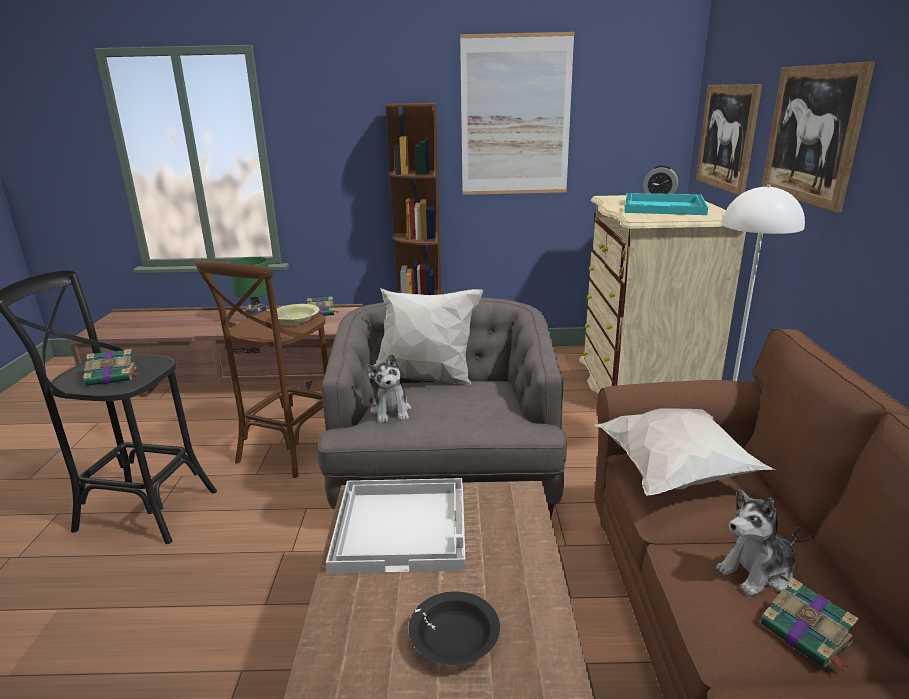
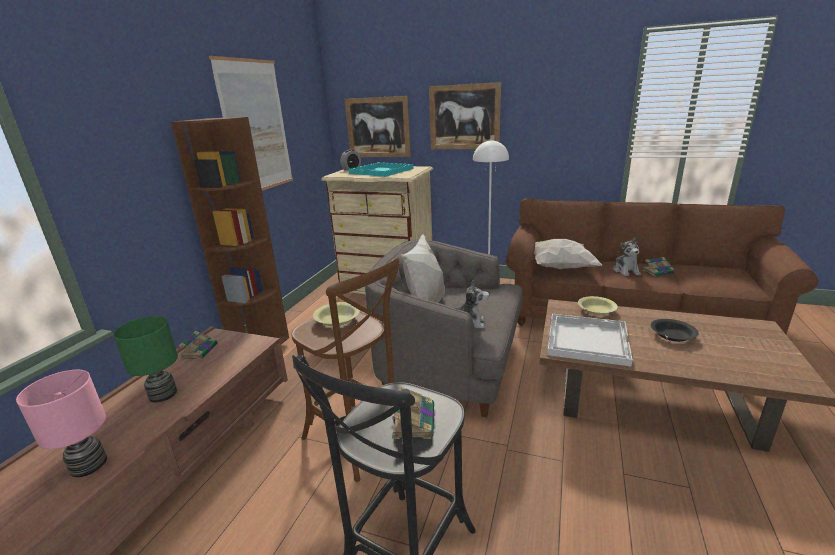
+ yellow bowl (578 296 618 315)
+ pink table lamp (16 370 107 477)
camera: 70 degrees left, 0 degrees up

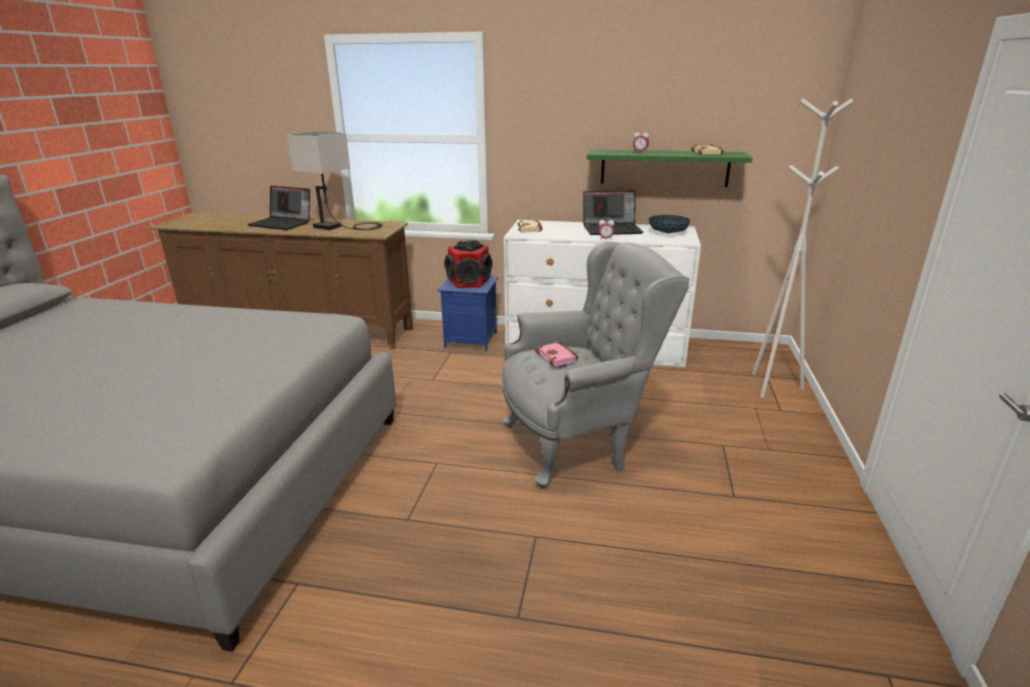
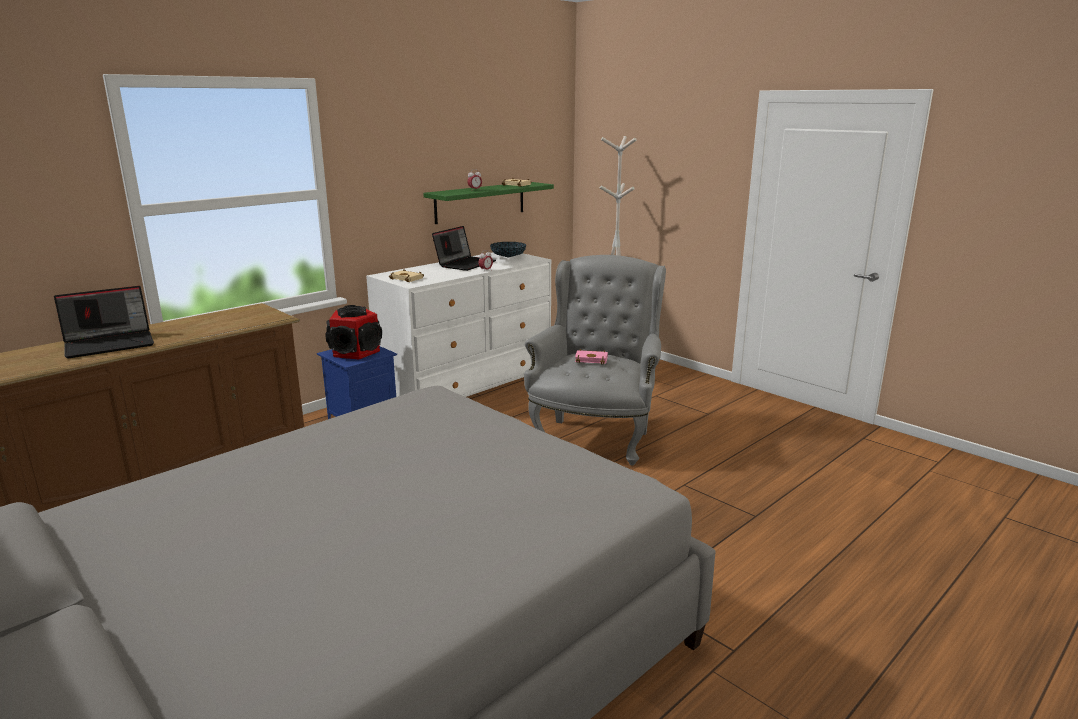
- table lamp (287 131 382 230)
camera: 55 degrees left, 5 degrees down

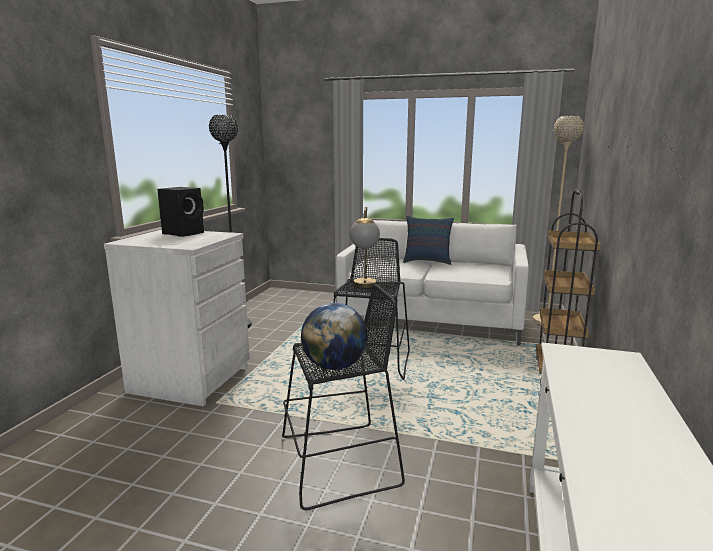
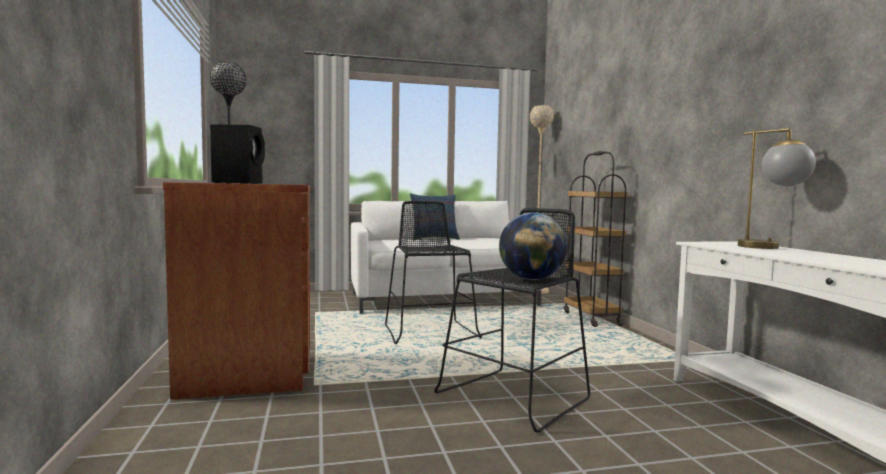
~ table lamp (350 207 380 288) to (738 128 816 249)
~ white dresser (104 230 250 406) to brown dresser (163 182 310 400)
camera: 30 degrees left, 10 degrees down

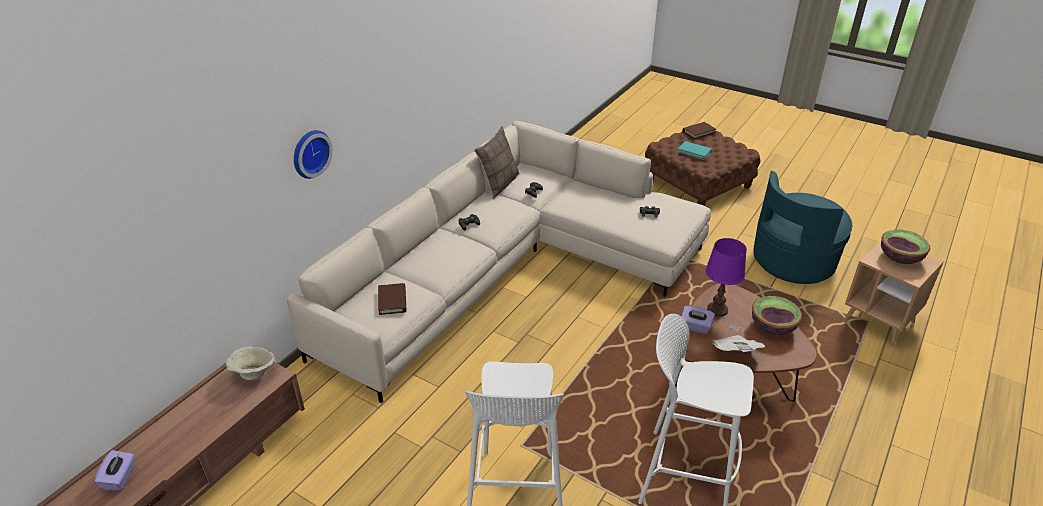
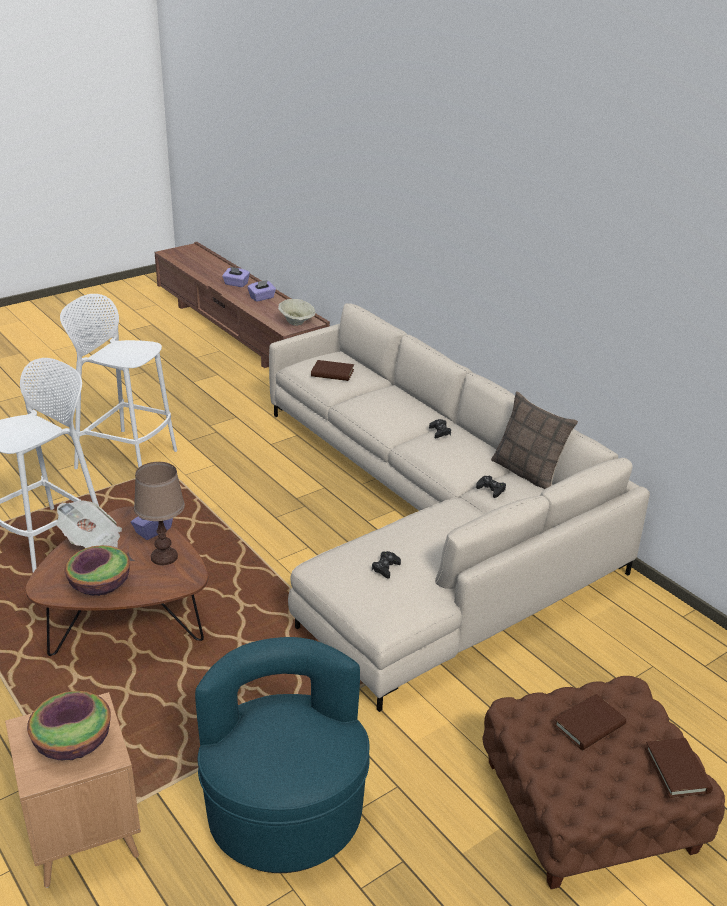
- wall clock (294 130 333 179)
~ turquoise book (677 141 712 160) to brown book (553 694 626 751)
~ purple table lamp (705 238 747 317) to brown table lamp (134 462 185 565)
+ purple tissue box (248 280 276 302)
camera: 110 degrees right, 5 degrees down

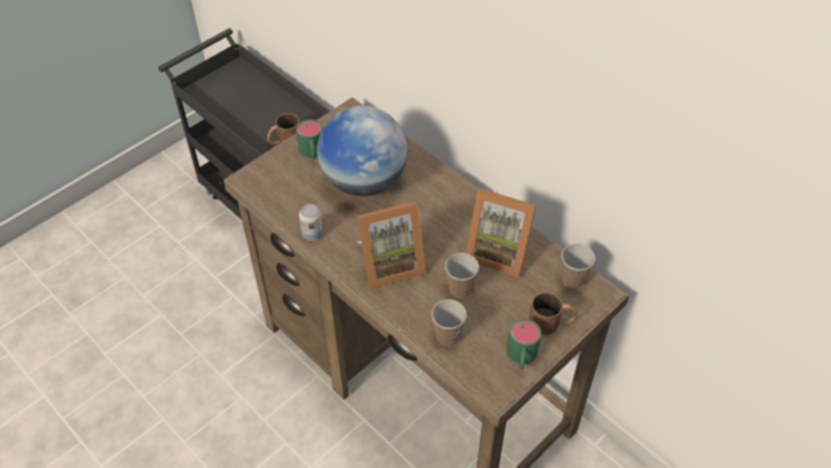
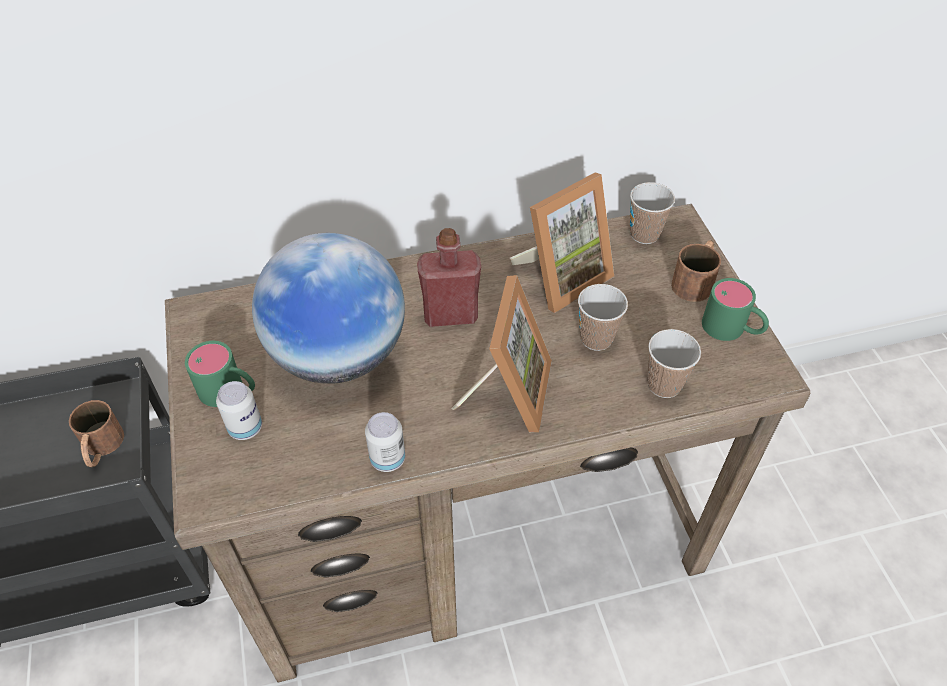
+ red bottle (417 228 481 327)
+ can (216 381 262 440)
camera: 60 degrees left, 0 degrees up

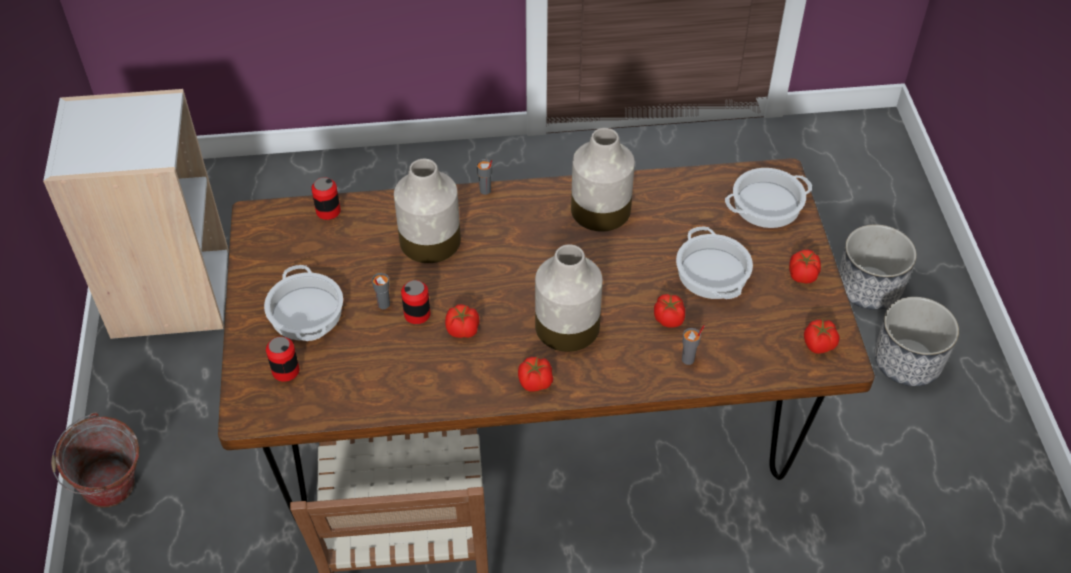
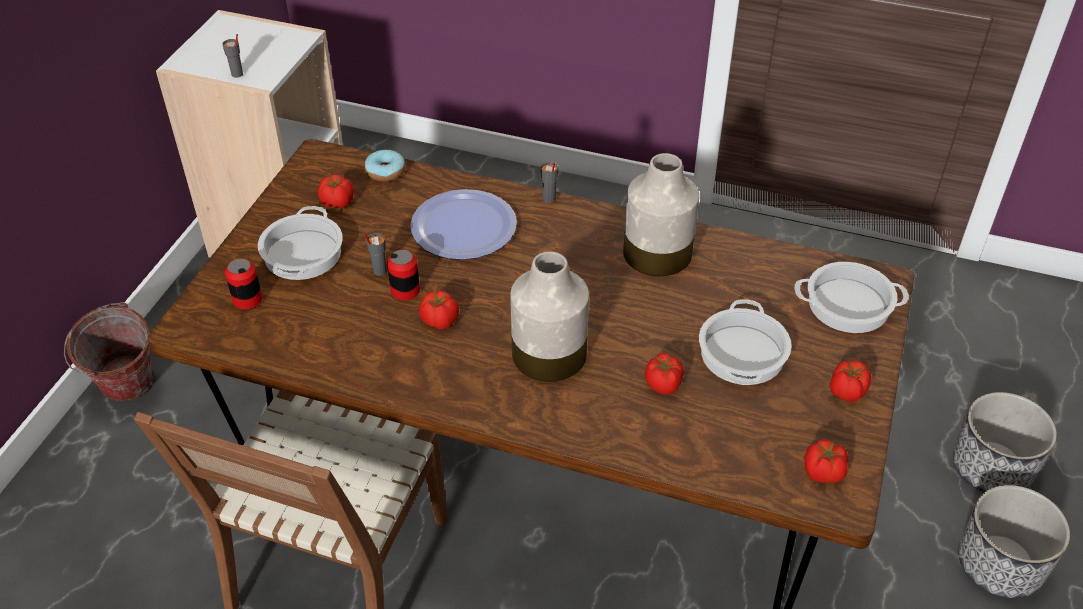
~ beige vase (394 159 461 263) to plate (410 189 517 260)
~ can (311 177 341 220) to donut (365 150 405 182)
~ grey cup (682 325 705 365) to (222 34 243 78)
~ tomato (518 356 553 391) to (318 174 354 208)
camera: 25 degrees right, 5 degrees down

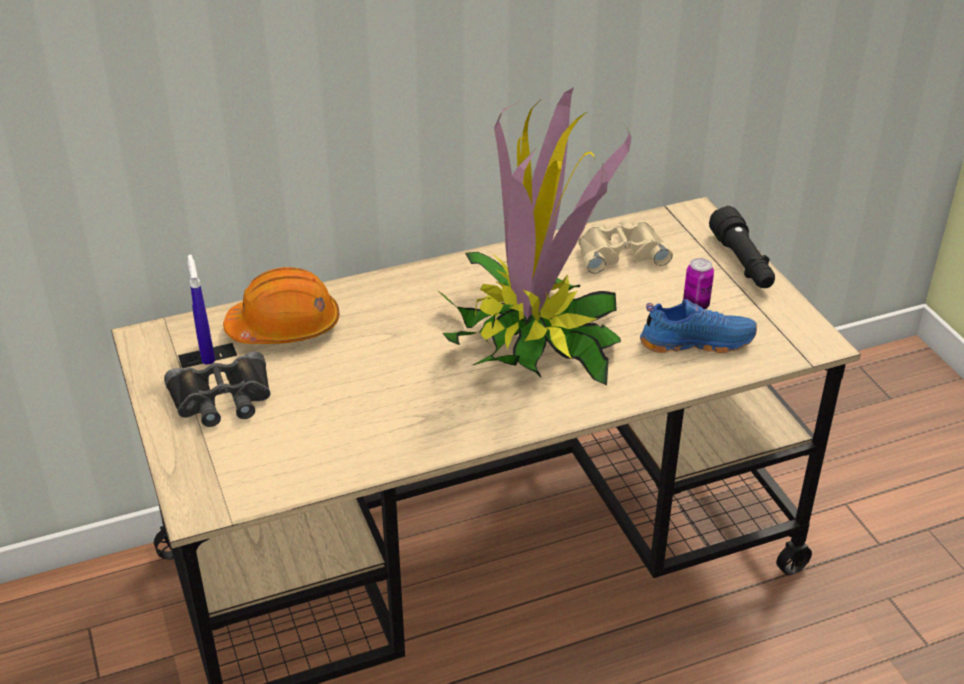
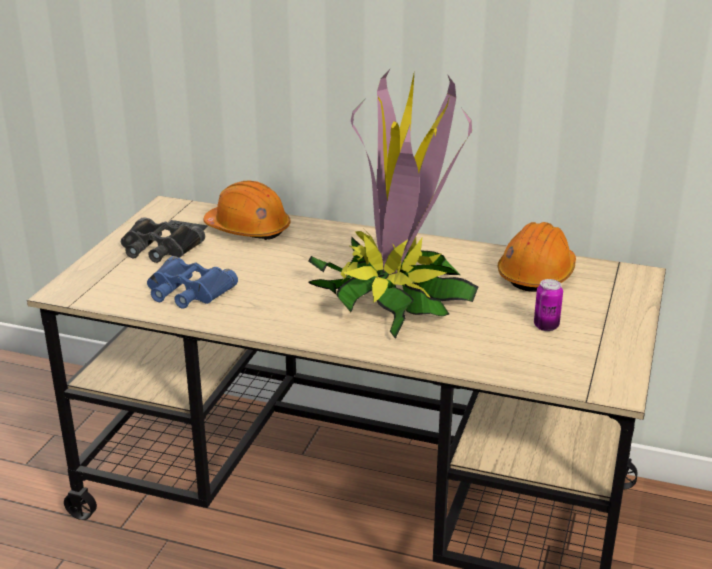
- black flashlight (709 206 775 288)
~ beige binoculars (578 219 673 274) to orange hard hat (498 222 576 292)
- blue spray bottle (188 254 215 365)
- blue shoe (640 299 757 353)
+ blue binoculars (147 256 238 309)
camera: 40 degrees right, 10 degrees down

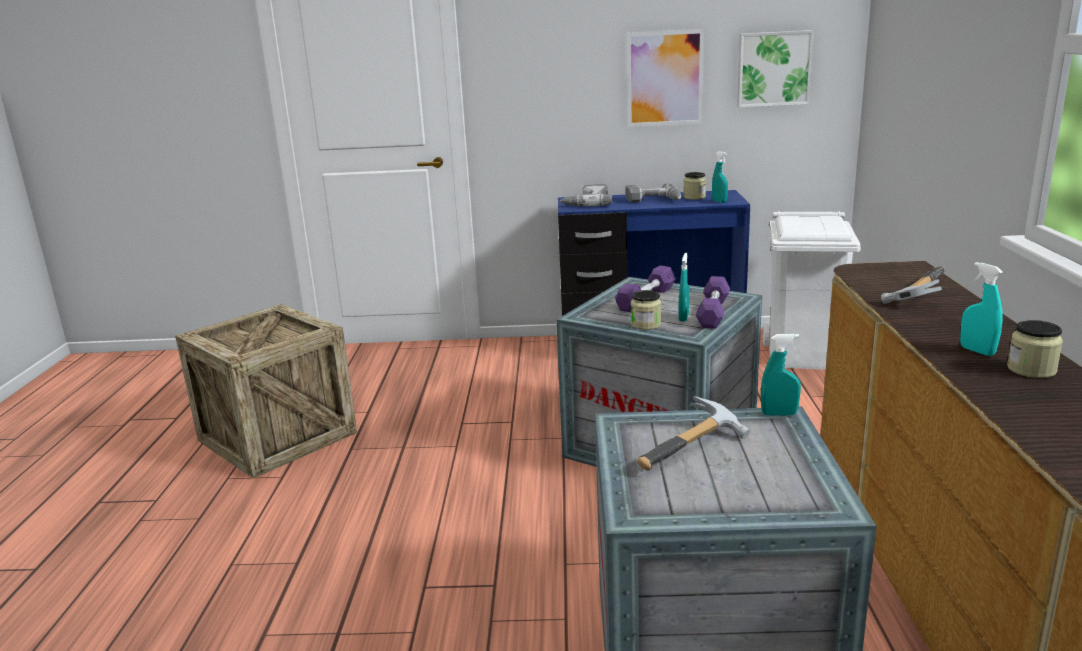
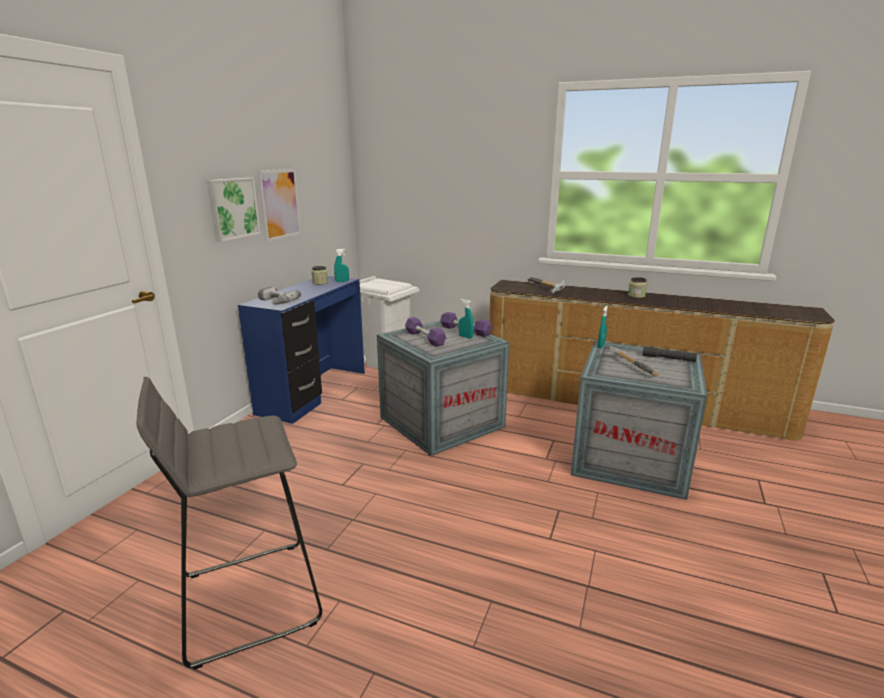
~ picture (737 30 814 108) to (207 178 261 242)
- power drill (625 183 682 202)
- turquoise spray bottle (960 262 1003 356)
- jar (631 290 661 330)
~ crate (175 304 357 478) to grey stool (136 377 322 670)
+ grey flashlight (642 346 697 362)
camera: 70 degrees left, 0 degrees up

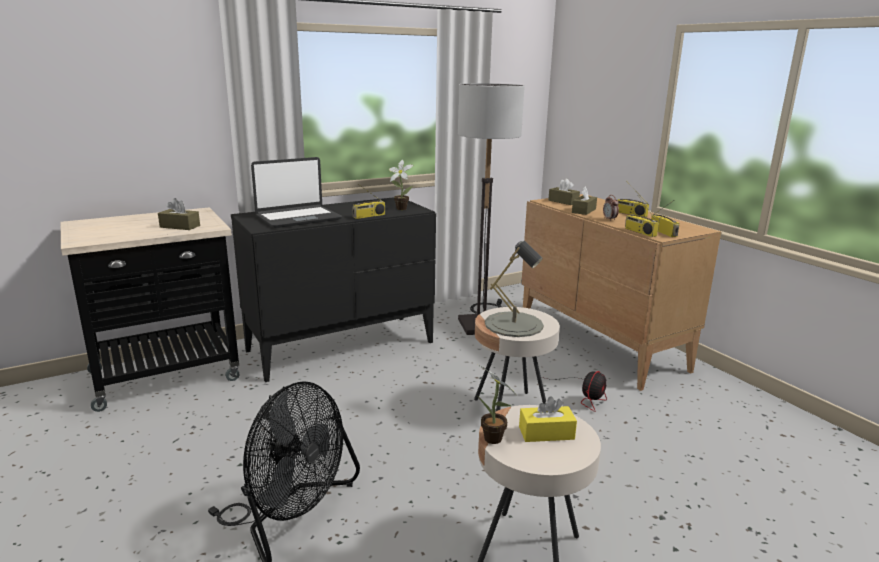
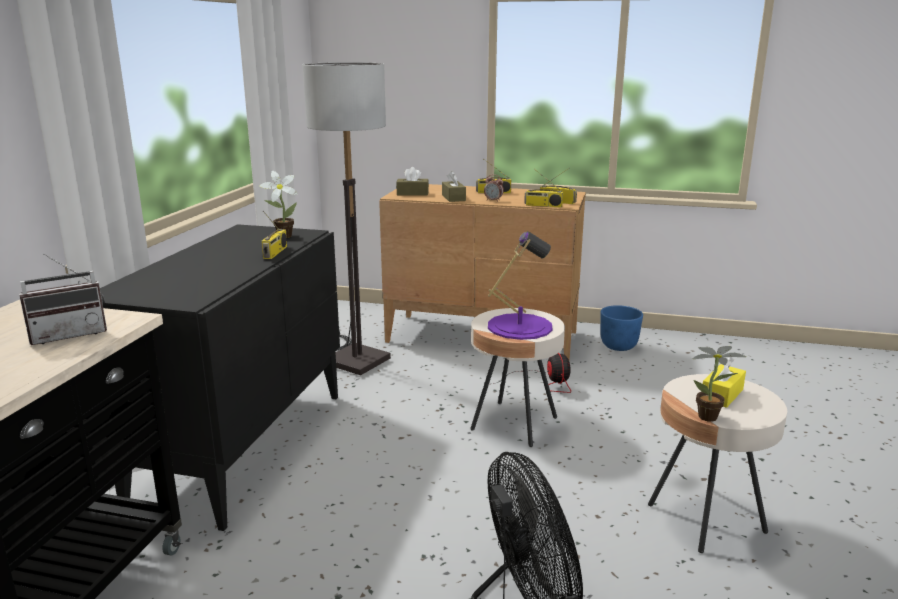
- laptop (251 157 342 228)
~ brown tissue box (158 198 200 230) to radio (19 253 107 345)
~ grey table lamp (485 241 544 337) to purple table lamp (488 231 553 340)
+ blue planter (600 305 643 351)
camera: 45 degrees left, 0 degrees up

